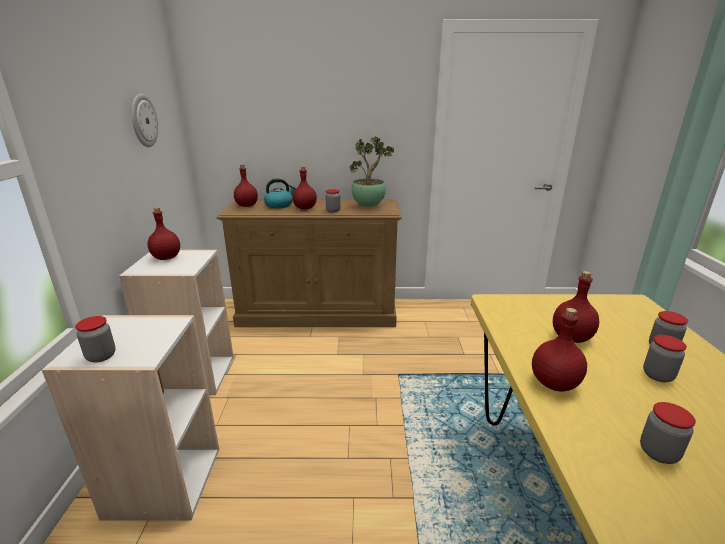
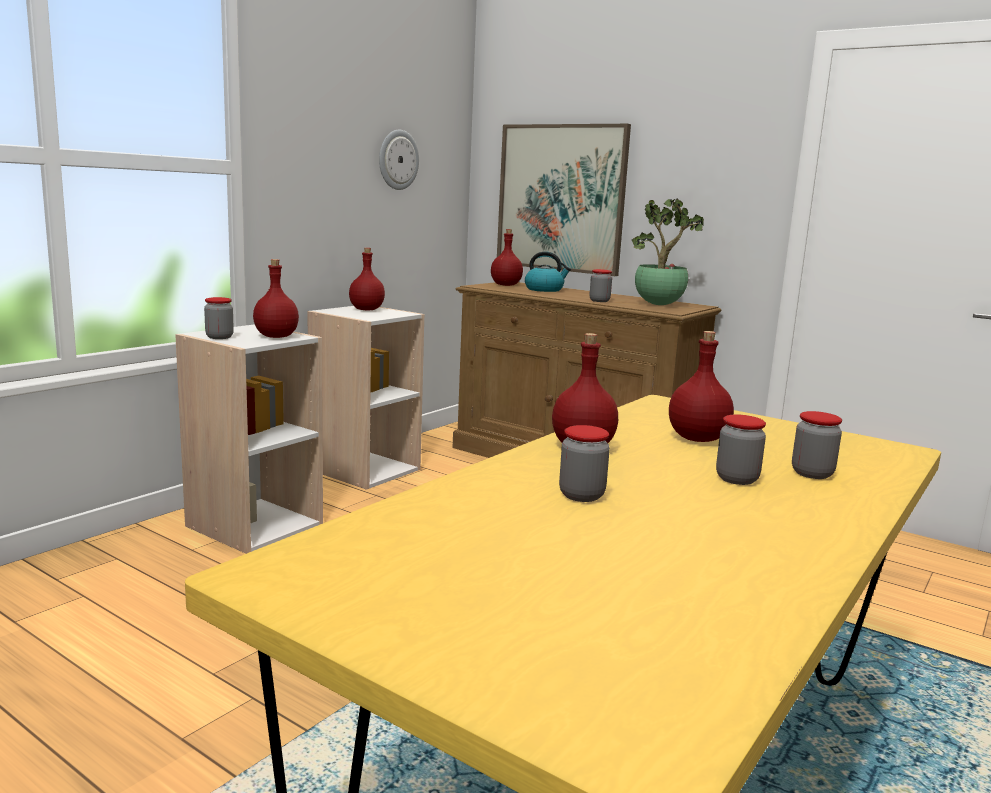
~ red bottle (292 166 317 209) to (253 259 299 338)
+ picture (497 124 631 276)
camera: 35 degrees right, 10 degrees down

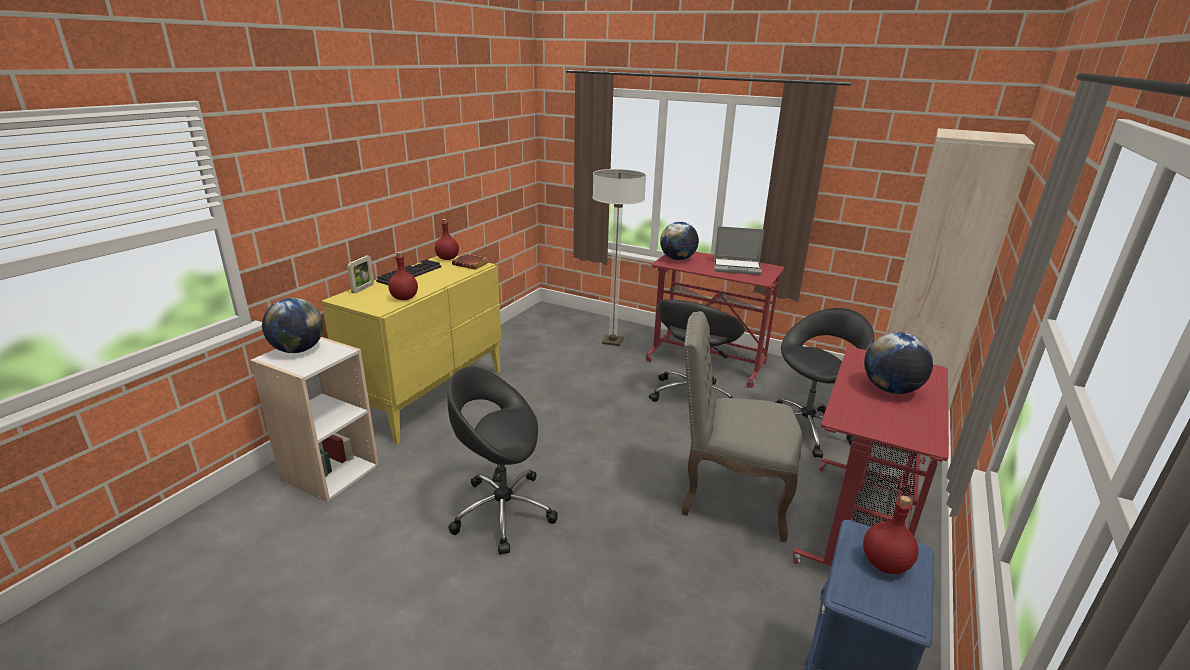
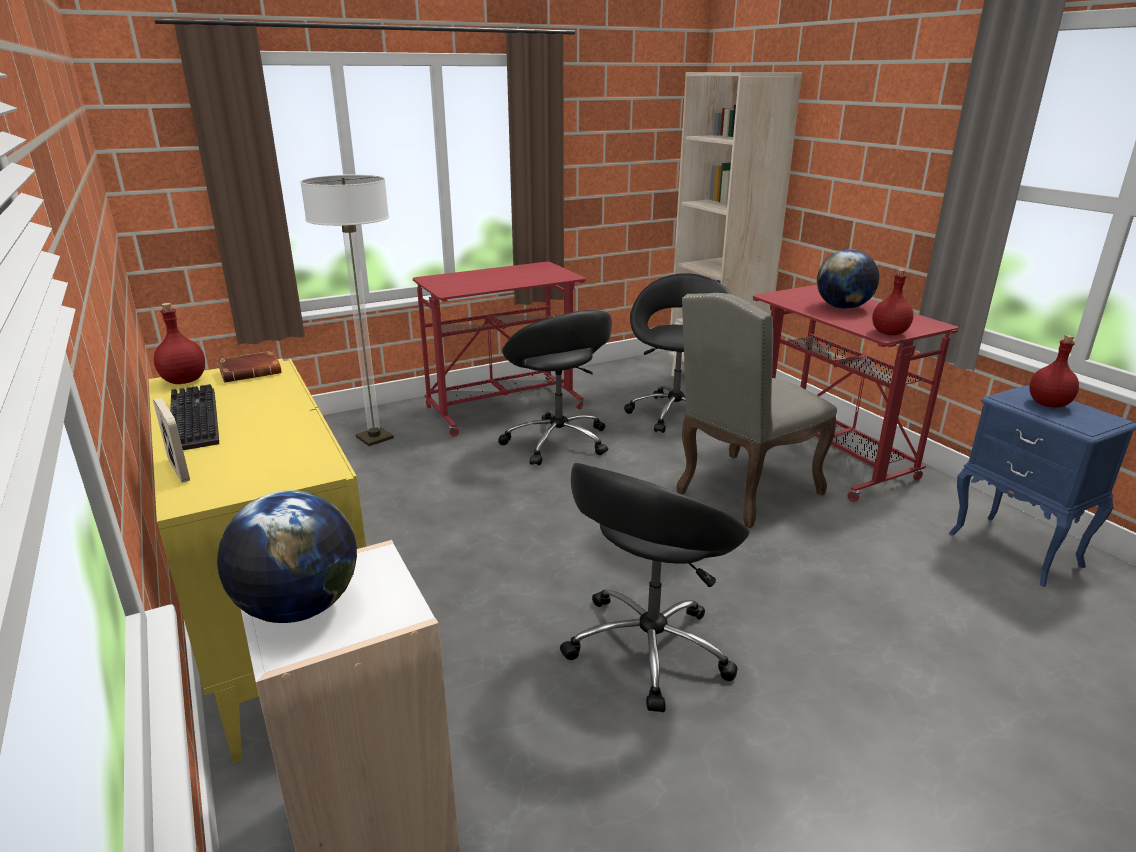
- globe (660 222 699 260)
- laptop (714 226 764 275)
~ red bottle (388 252 418 300) to (872 269 914 335)
camera: 55 degrees left, 0 degrees up

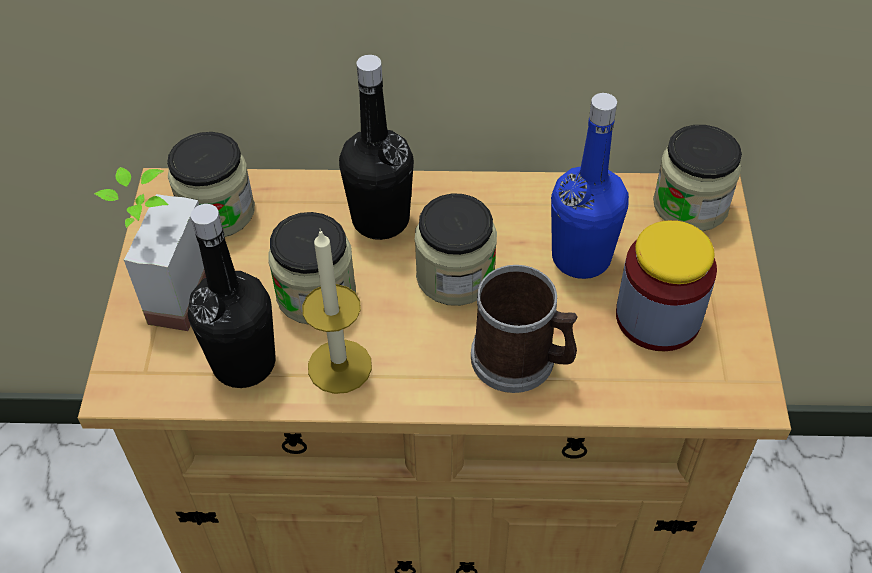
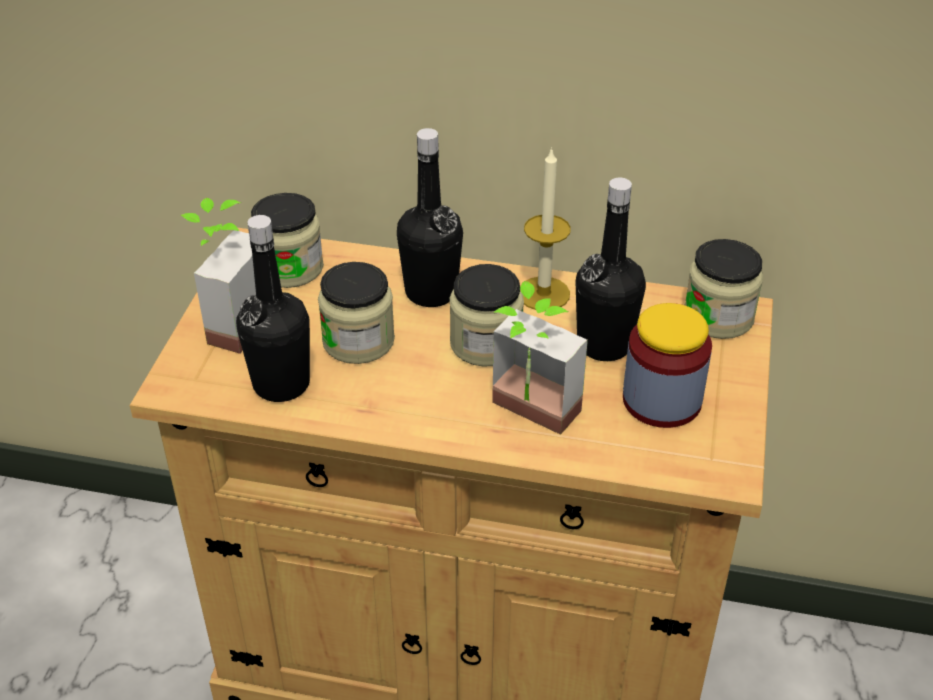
~ blue bottle (551 93 629 279) to black bottle (576 178 646 361)
~ candle (302 229 372 394) to (520 147 571 310)
~ mug (471 265 578 393) to potted plant (492 281 588 435)
camera: 10 degrees right, 10 degrees down

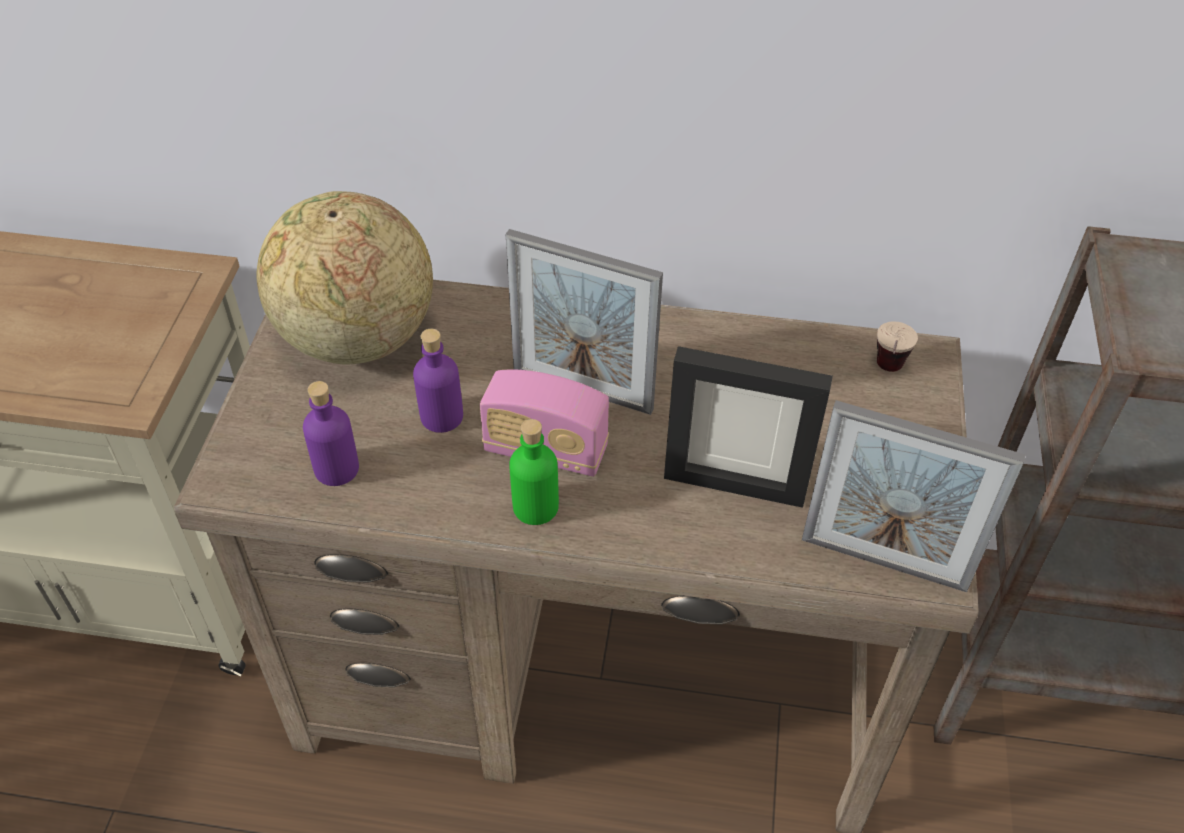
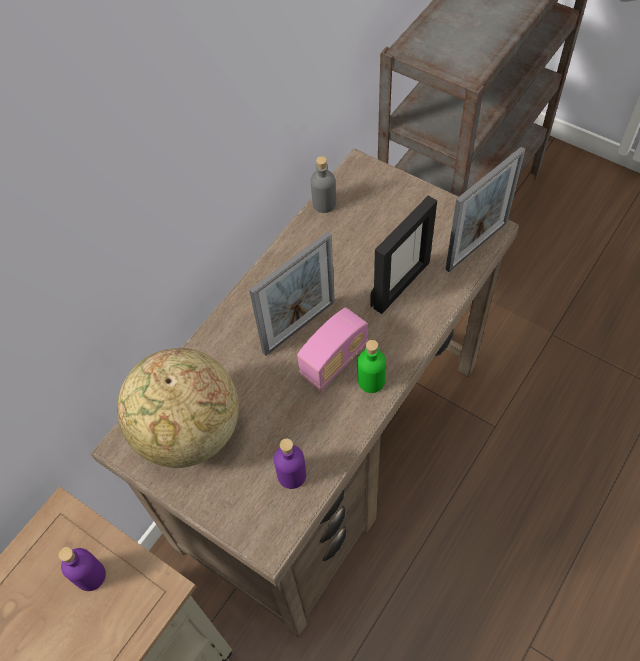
- cup (877 321 918 372)
~ purple bottle (413 329 463 433) to (58 547 106 591)
+ grey bottle (311 156 336 213)
camera: 60 degrees left, 10 degrees up

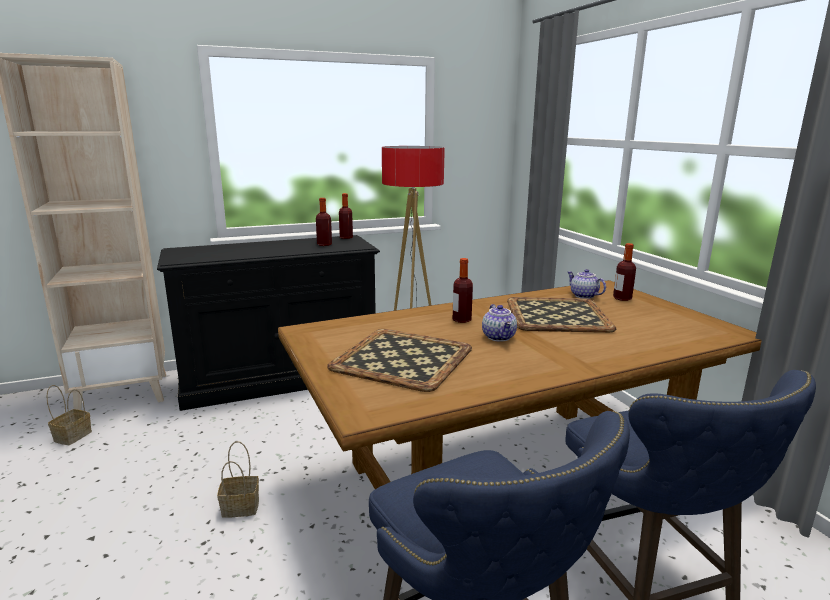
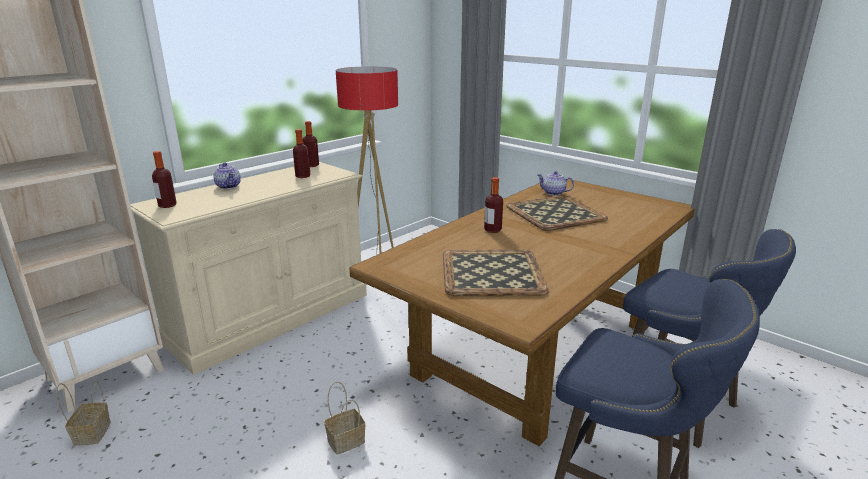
~ black cabinet (157 235 380 411) to beige cabinet (130 162 367 375)
~ bottle (613 243 636 301) to (152 151 177 208)
~ teapot (482 304 517 342) to (213 163 241 189)
camera: 25 degrees left, 5 degrees up

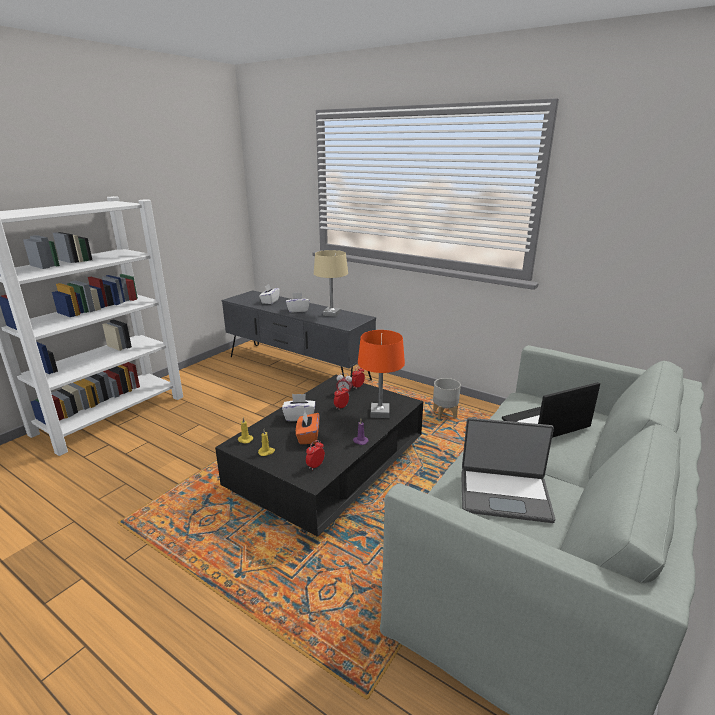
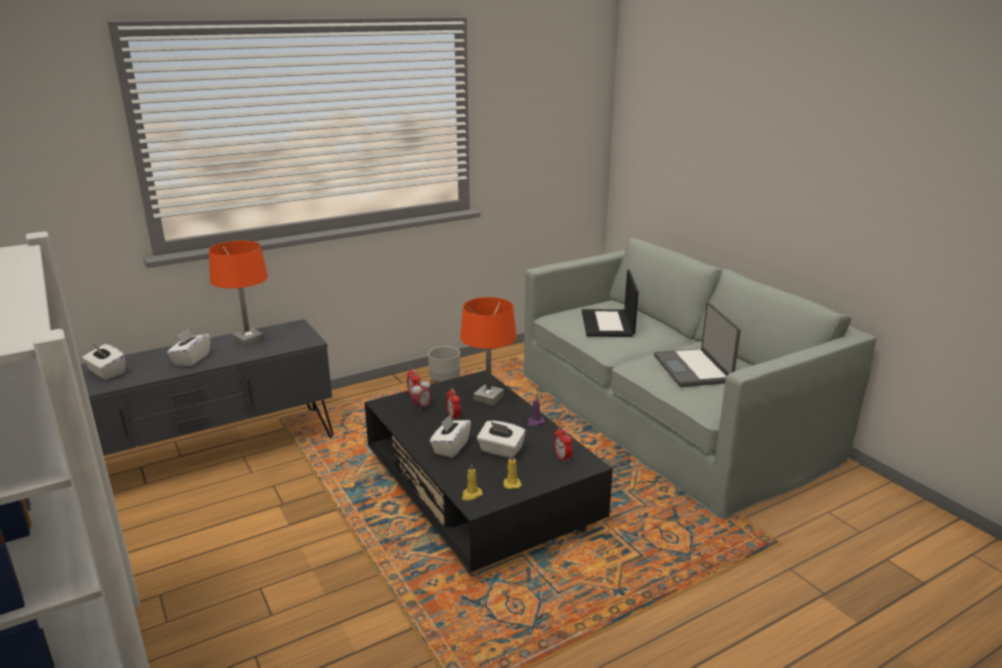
~ beige table lamp (314 250 348 317) to orange table lamp (209 241 268 347)
~ orange tissue box (296 412 320 444) to white tissue box (477 421 526 458)
~ laptop (461 418 555 523) = (654 302 741 387) 135 degrees clockwise
camera: 65 degrees left, 0 degrees up

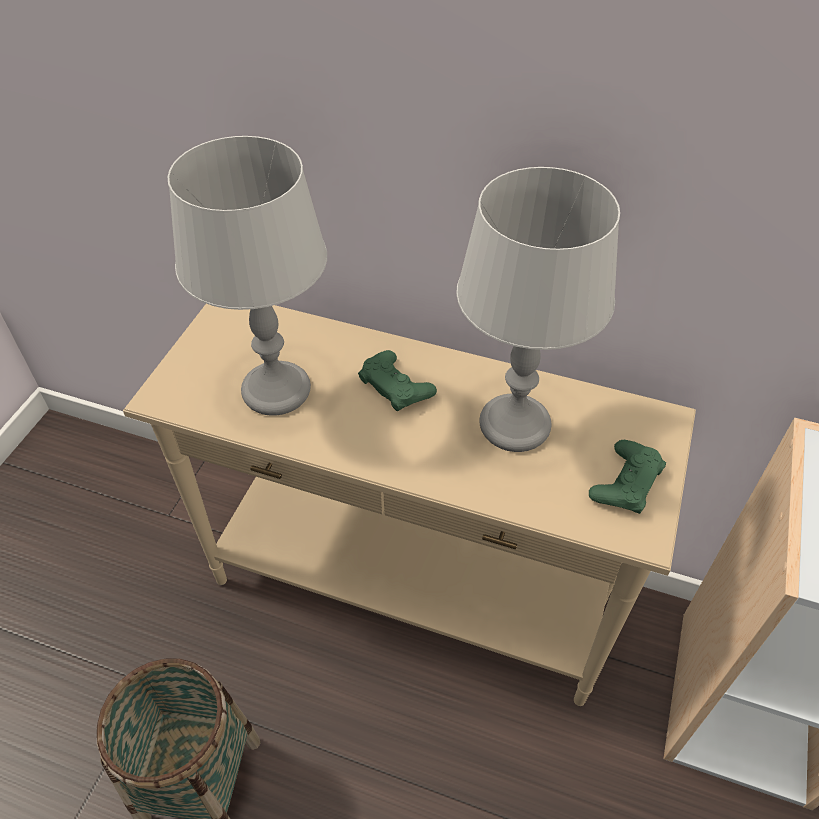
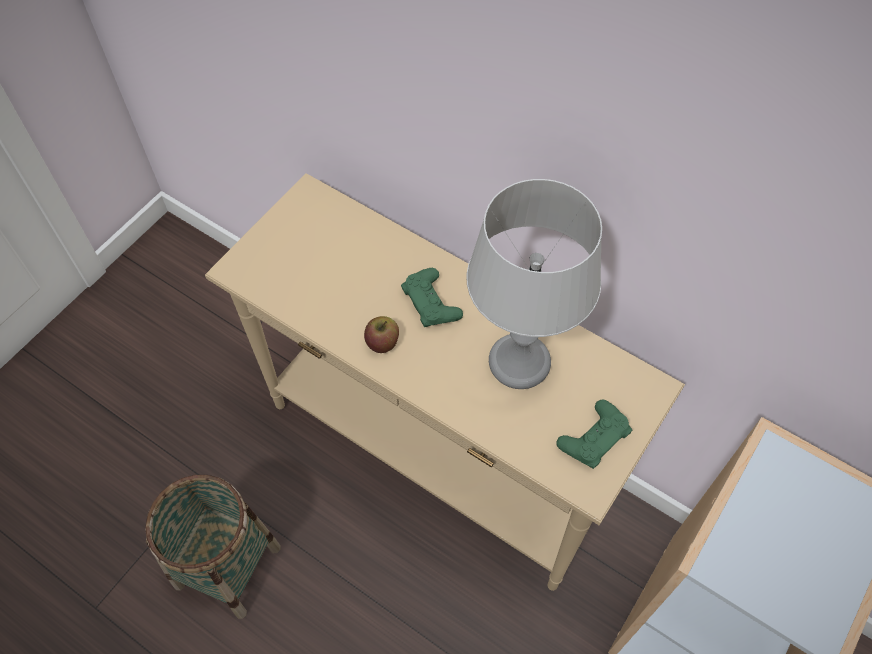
- grey table lamp (168 136 327 416)
+ apple (364 316 399 353)
camera: 15 degrees right, 10 degrees up

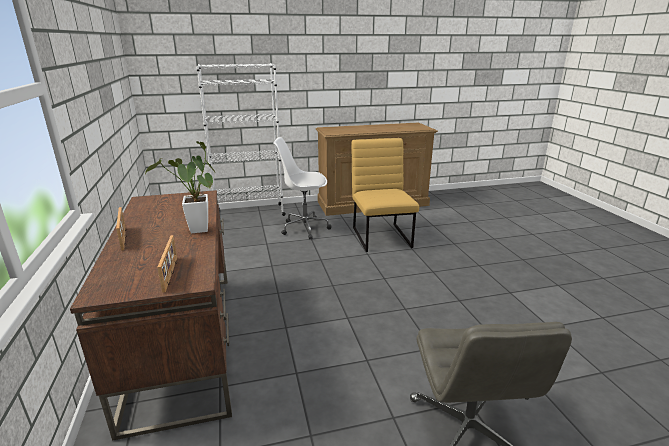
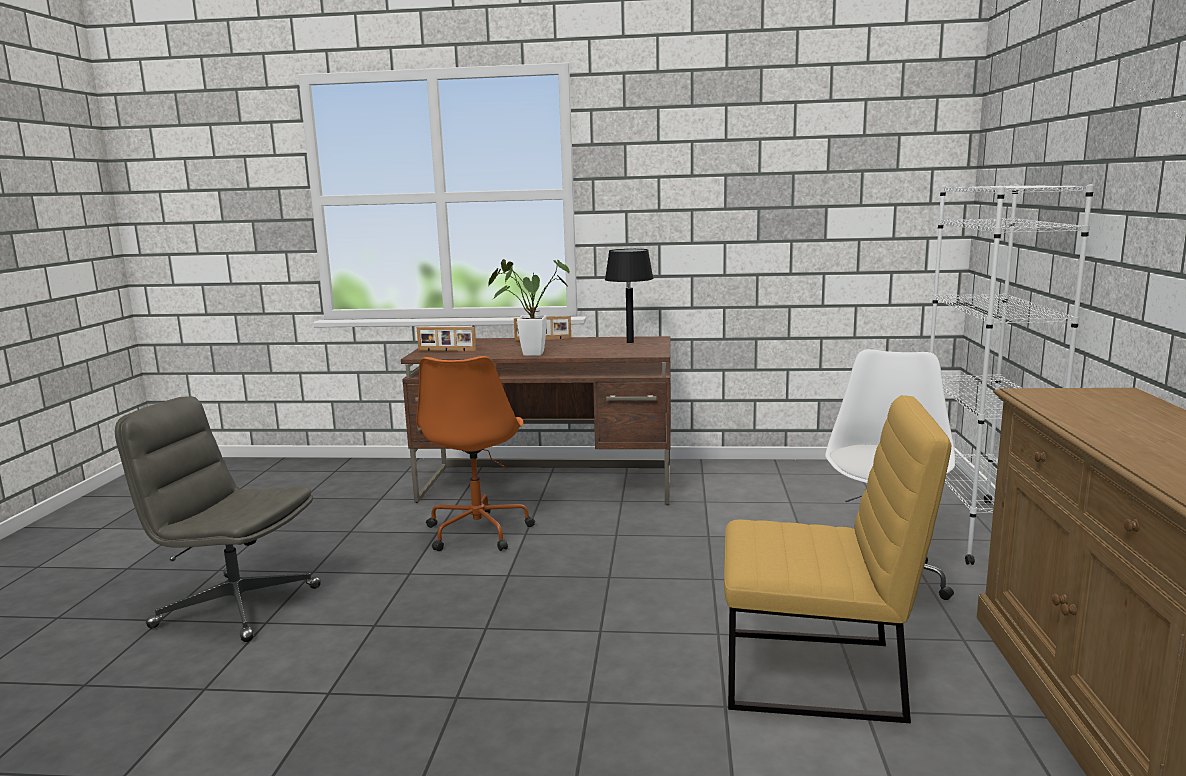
+ black table lamp (605 249 654 343)
+ orange office chair (417 356 535 551)
camera: 110 degrees right, 10 degrees down

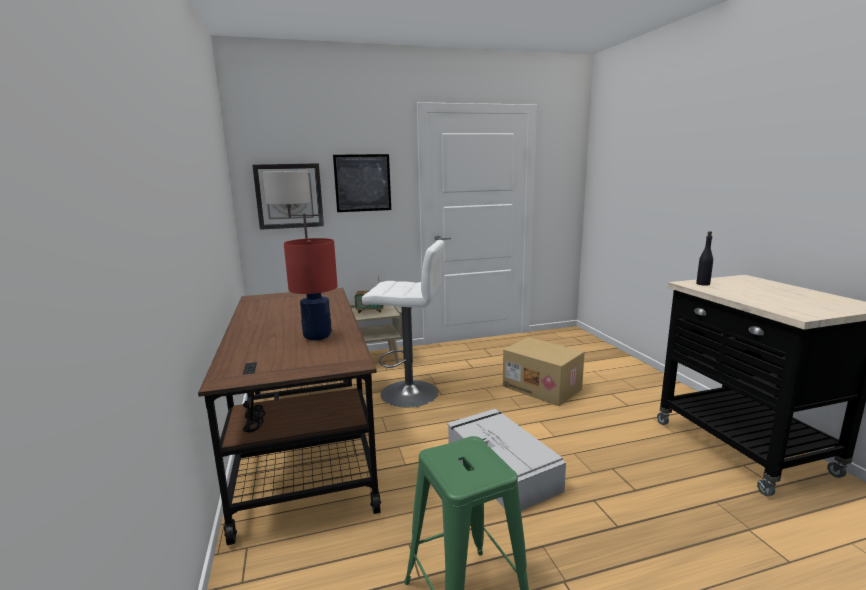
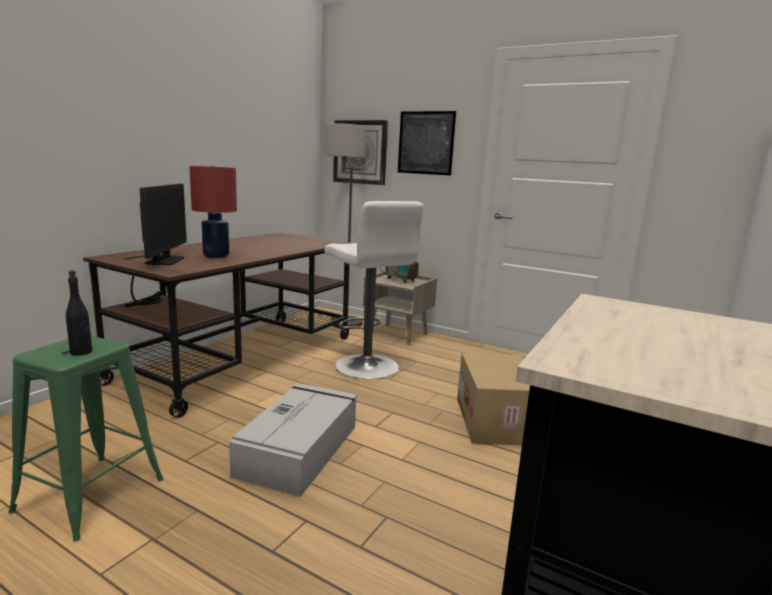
~ black bottle (696 231 713 286) to (66 270 93 356)
+ monitor (140 184 187 265)
camera: 45 degrees right, 0 degrees up

